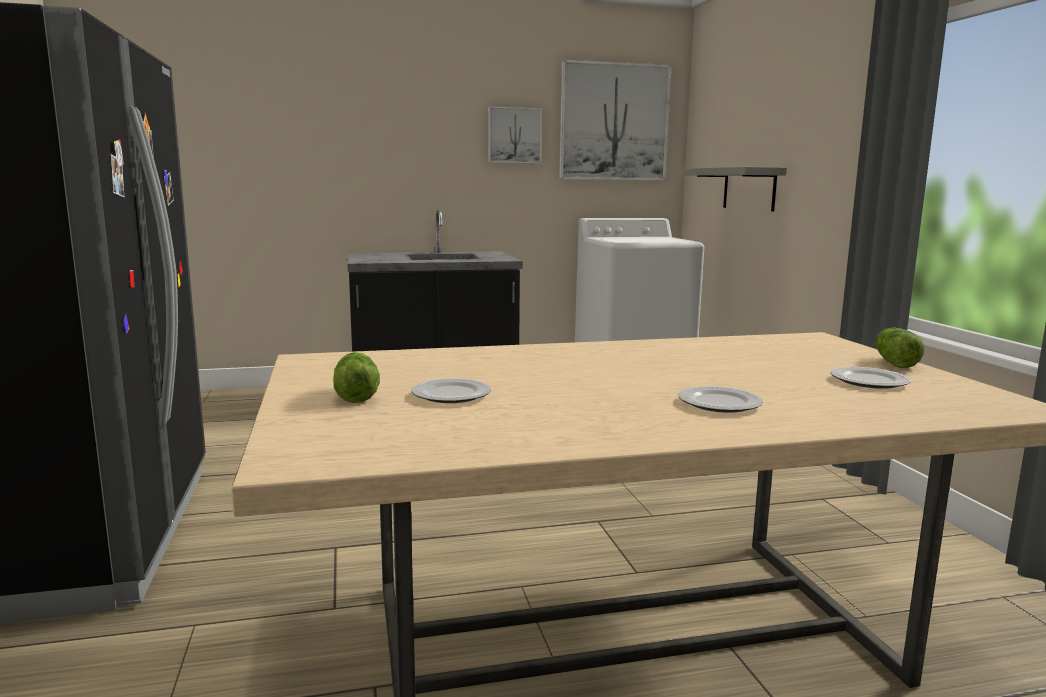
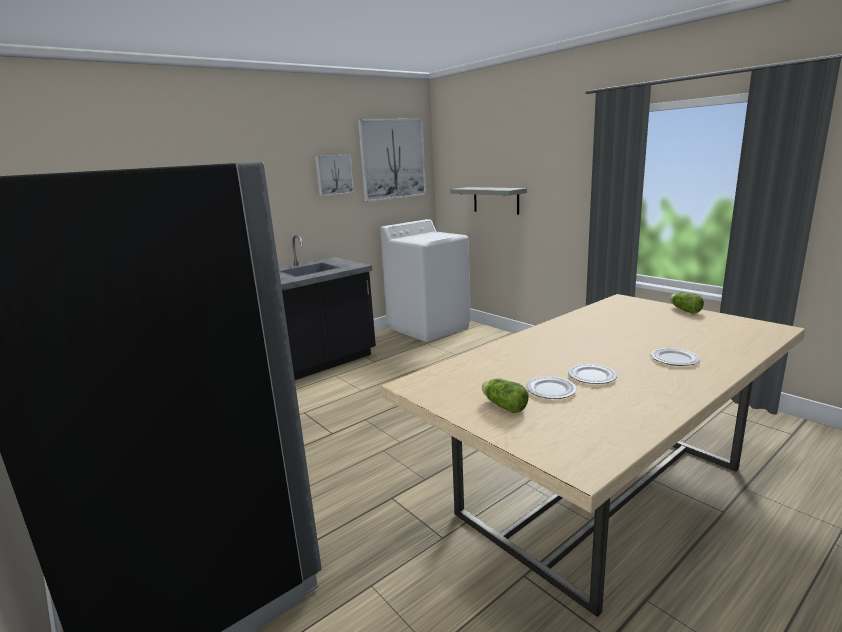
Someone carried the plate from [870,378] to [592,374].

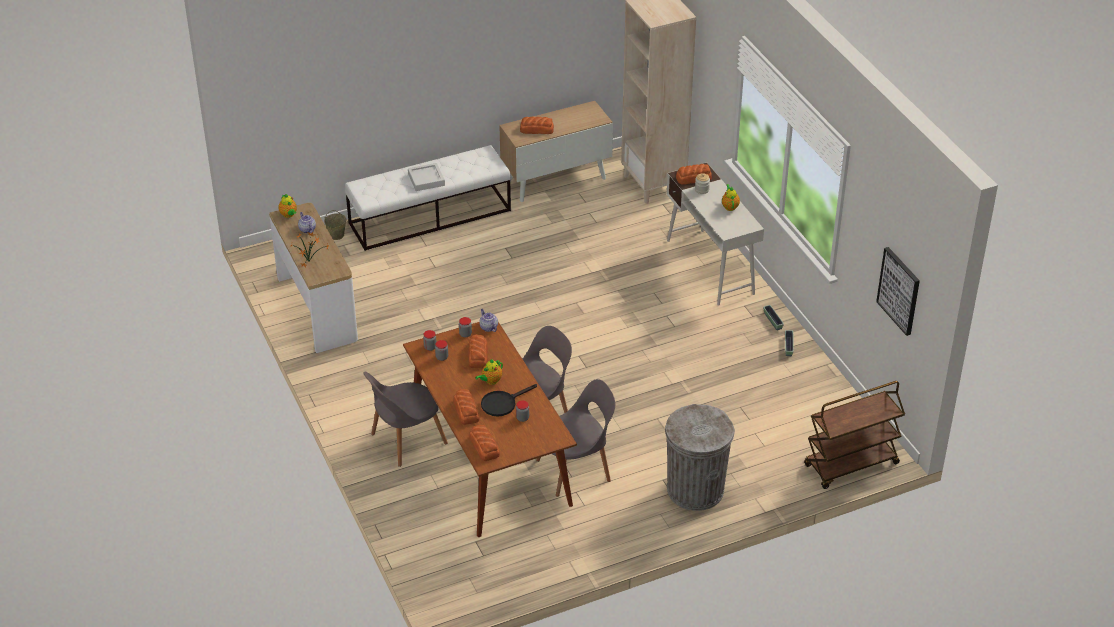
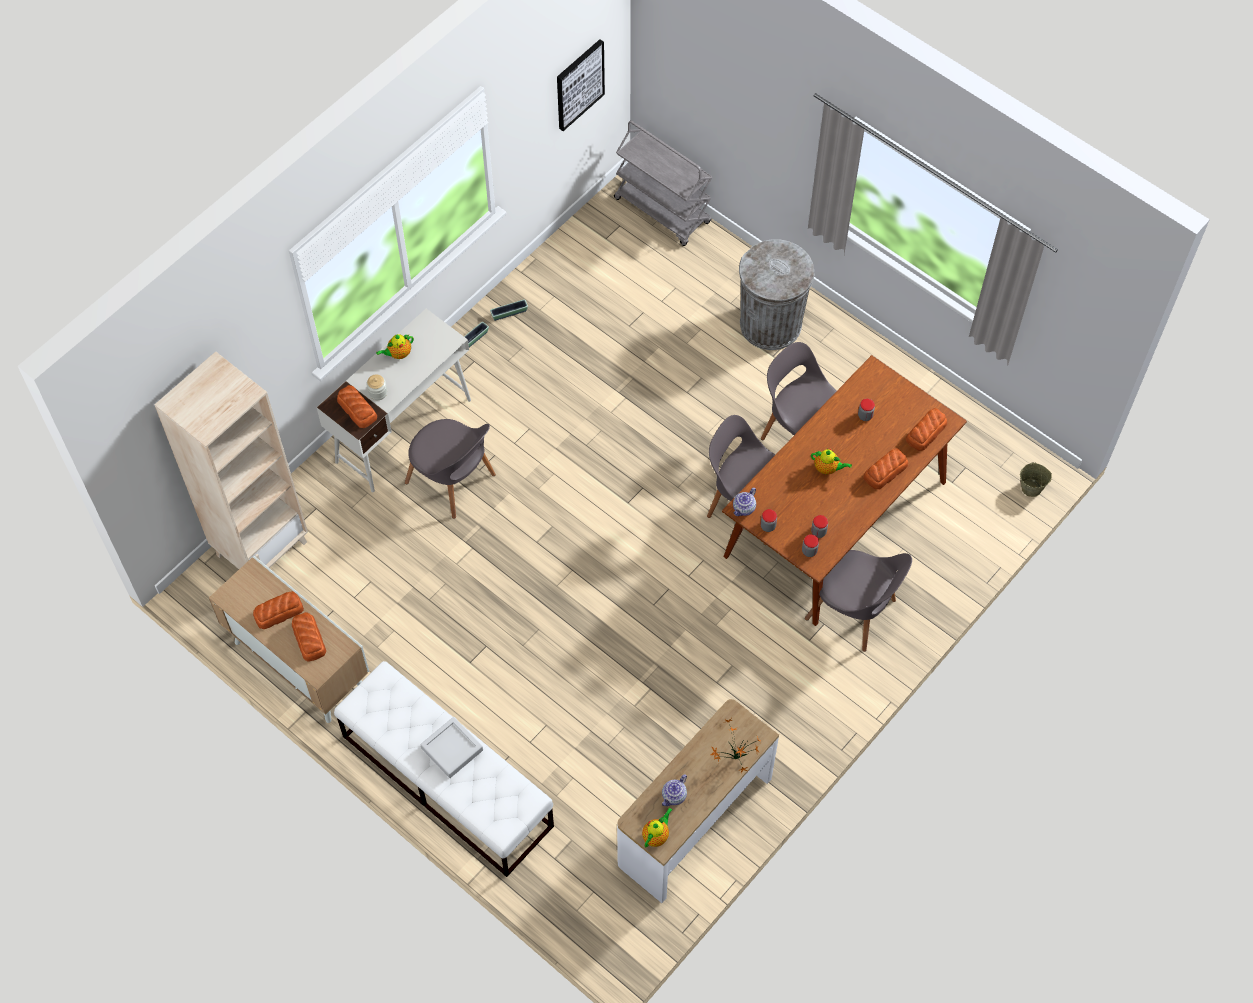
Someone carried the bread from [478,351] to [278,610].
Someone put down the grey chair at [450,469].
Someone repainted the brown cart at [854,435], which became the grey cart at [663,183].
Someone carried the beige bucket from [335,225] to [1036,479].
Someone took away the black frying pan at [509,400].

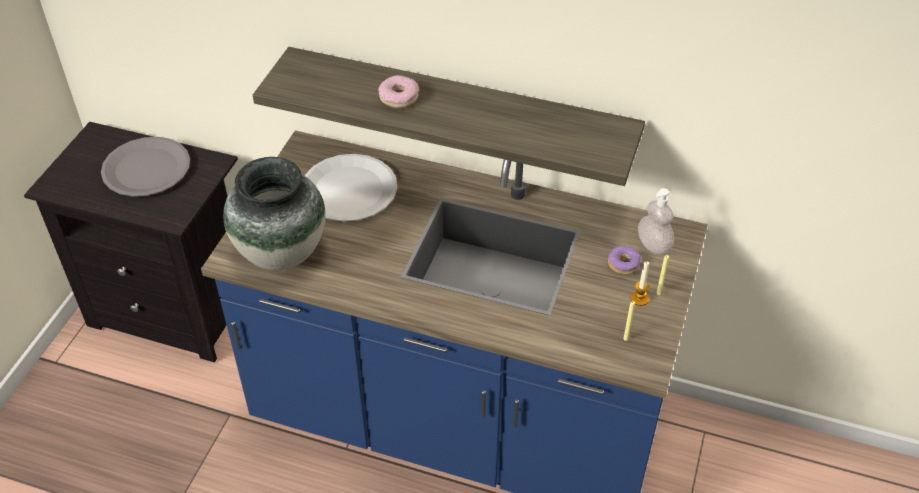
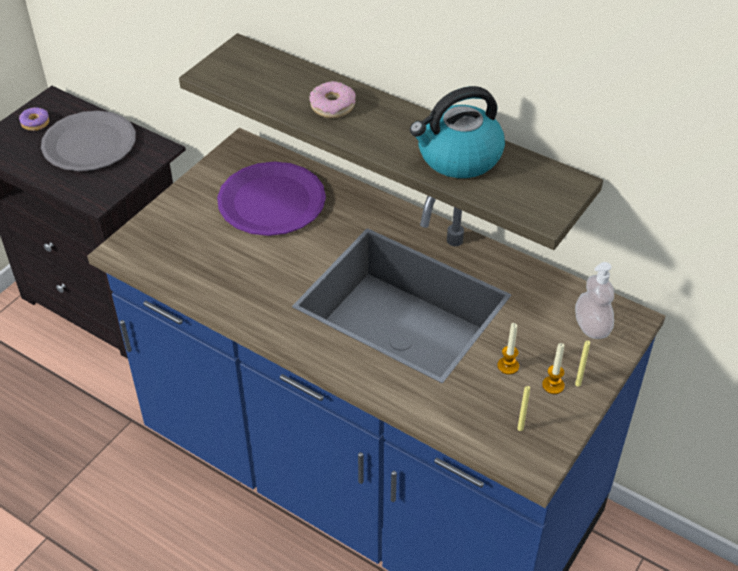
Someone carried the donut from [624,260] to [34,119].
Someone repainted the white plate at [351,188], which became the purple plate at [271,199].
Someone put down the kettle at [457,132].
Someone put down the candle at [508,349].
Someone took away the vase at [274,213].

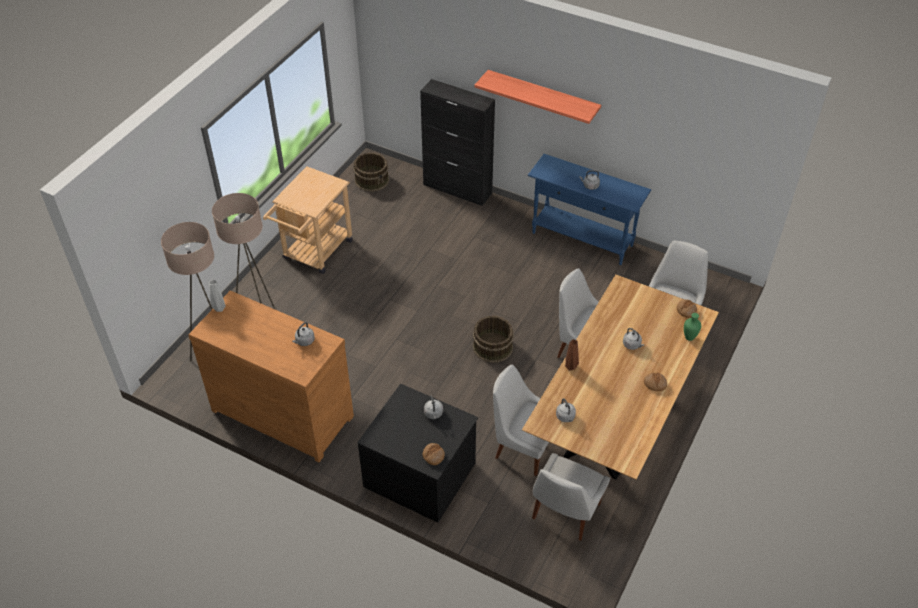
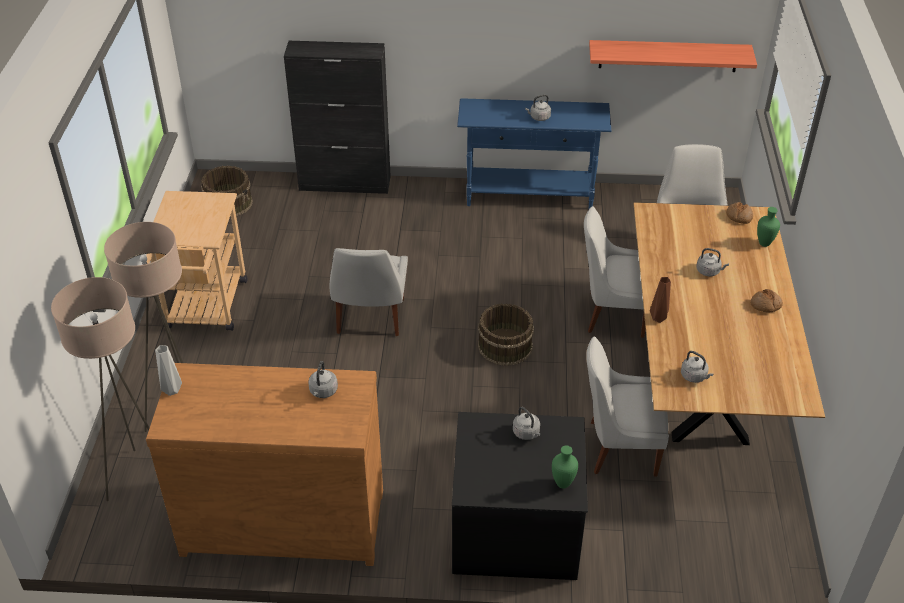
Someone carried the white chair from [571,497] to [369,292].
Someone swapped the bread at [434,454] for the green vase at [565,467].
Someone carried the shelf from [537,97] to [673,56].

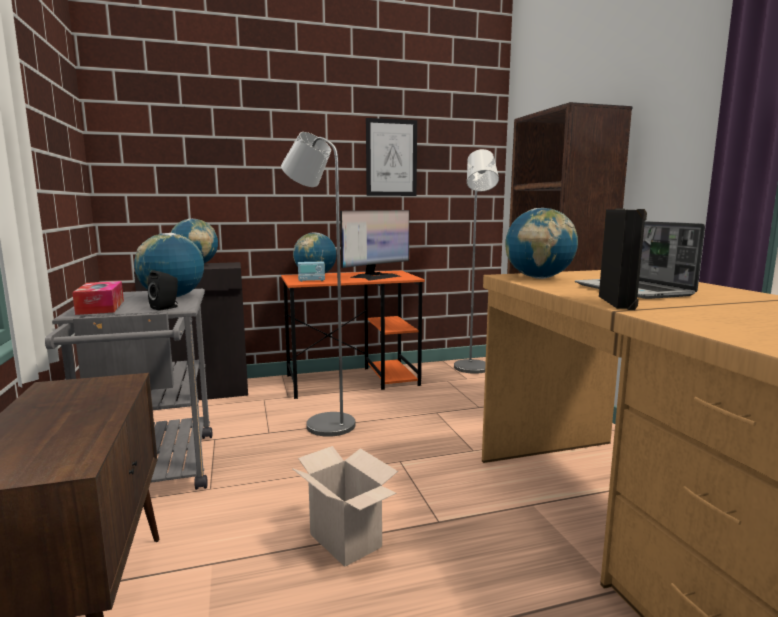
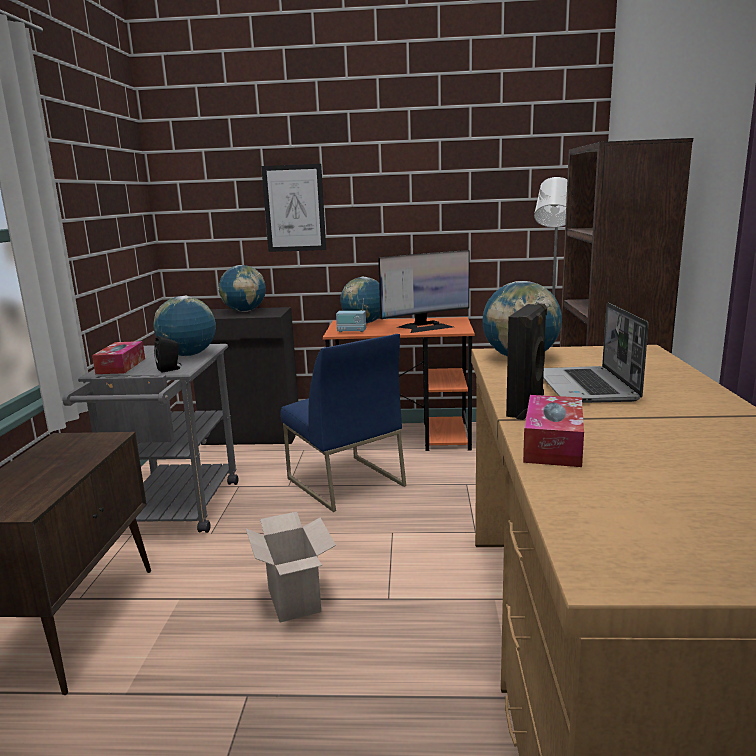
Someone carried the picture from [391,157] to [293,208].
Someone swapped the grey floor lamp at [318,284] for the blue chair at [343,423].
Someone put down the tissue box at [553,431].

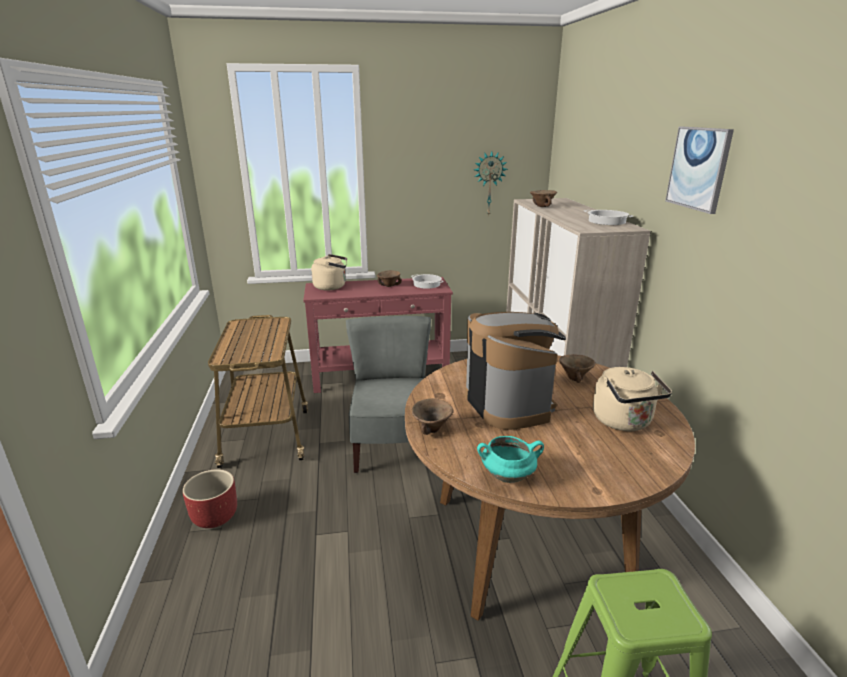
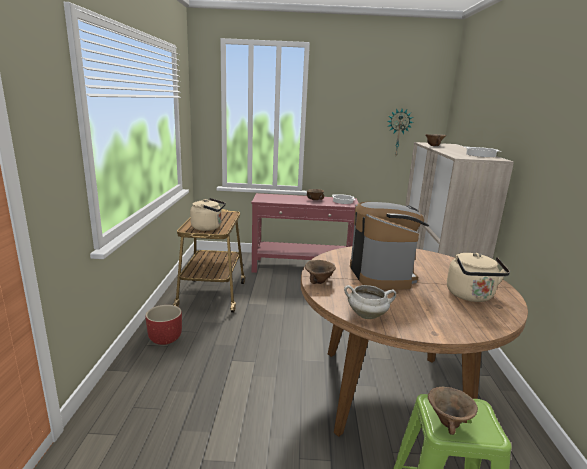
Someone carried the beige kettle from [329,272] to [208,214].
Someone repainted the turquoise cooking pot at [510,459], which became the white cooking pot at [370,302].
Someone carried the brown bowl from [577,368] to [453,410].
Someone took away the grey chair at [388,394].
Someone took away the picture at [699,170].

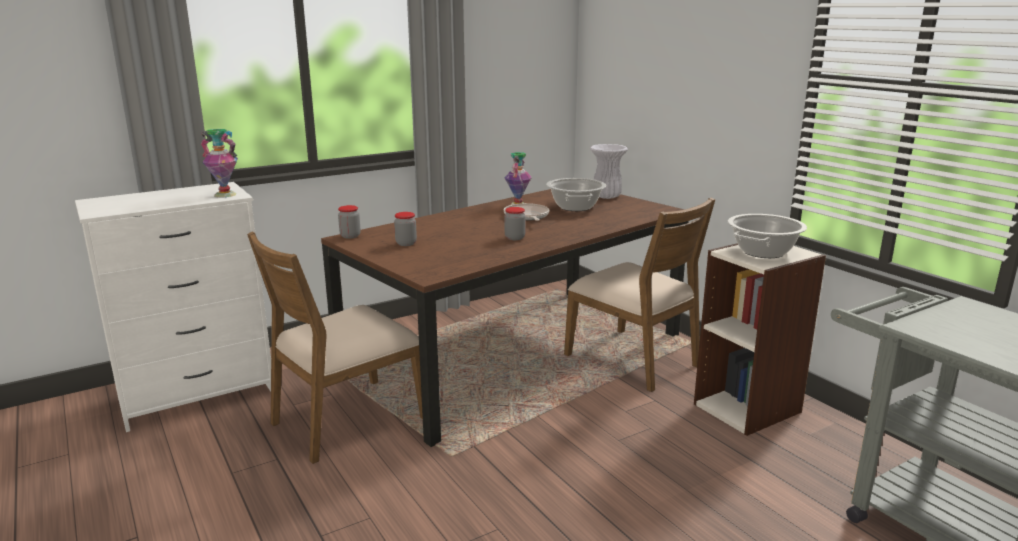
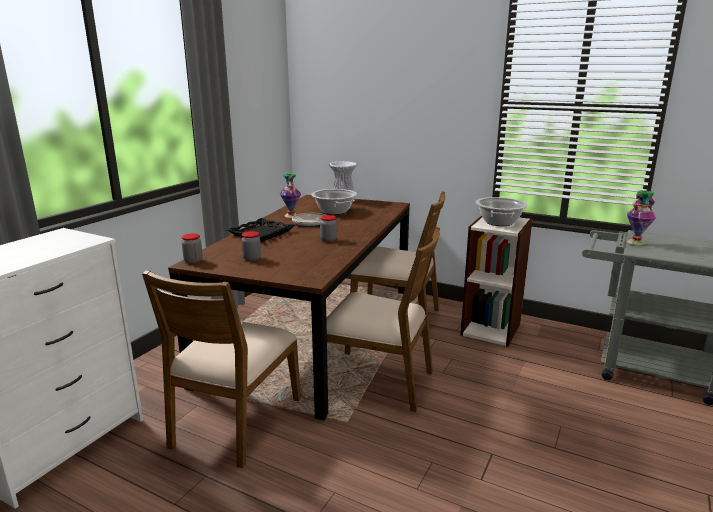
Someone put down the black tray at [261,230].
Someone put down the brown chair at [383,319].
Someone carried the vase from [219,163] to [641,217].

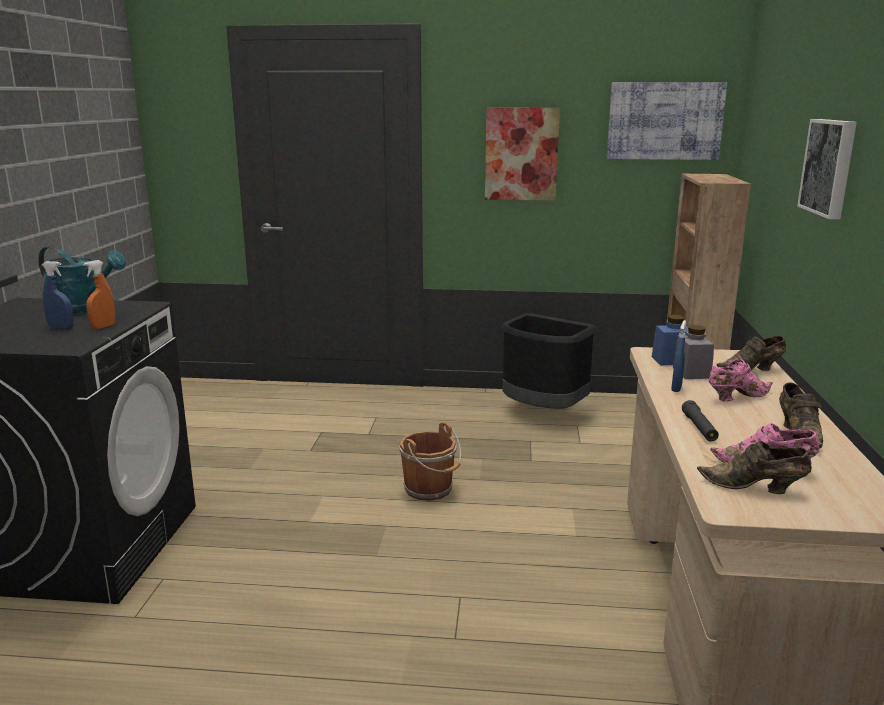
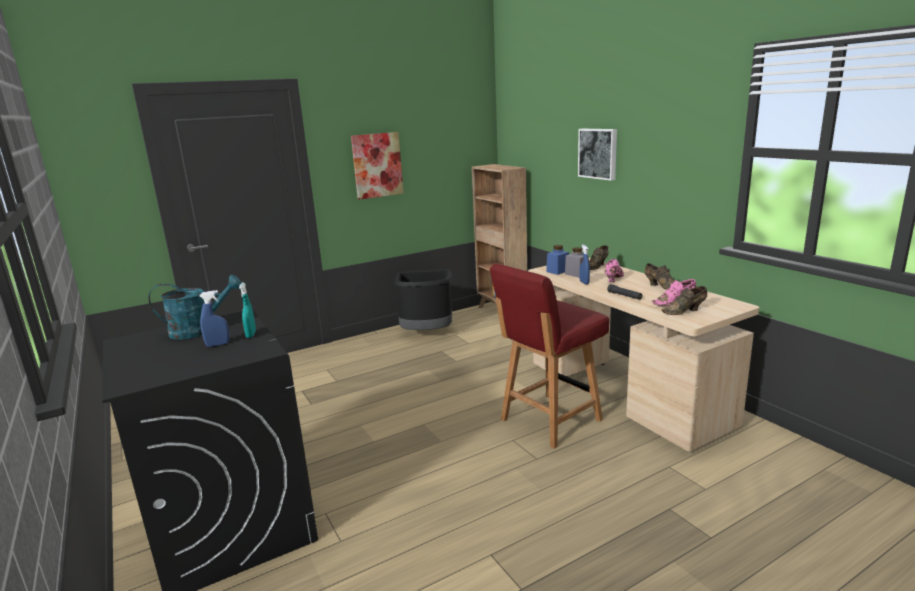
Someone repainted the orange spray bottle at [99,294], which became the turquoise spray bottle at [247,310].
Someone put down the red chair at [549,356].
Someone took away the brown bucket at [430,461].
Someone took away the picture at [667,121].

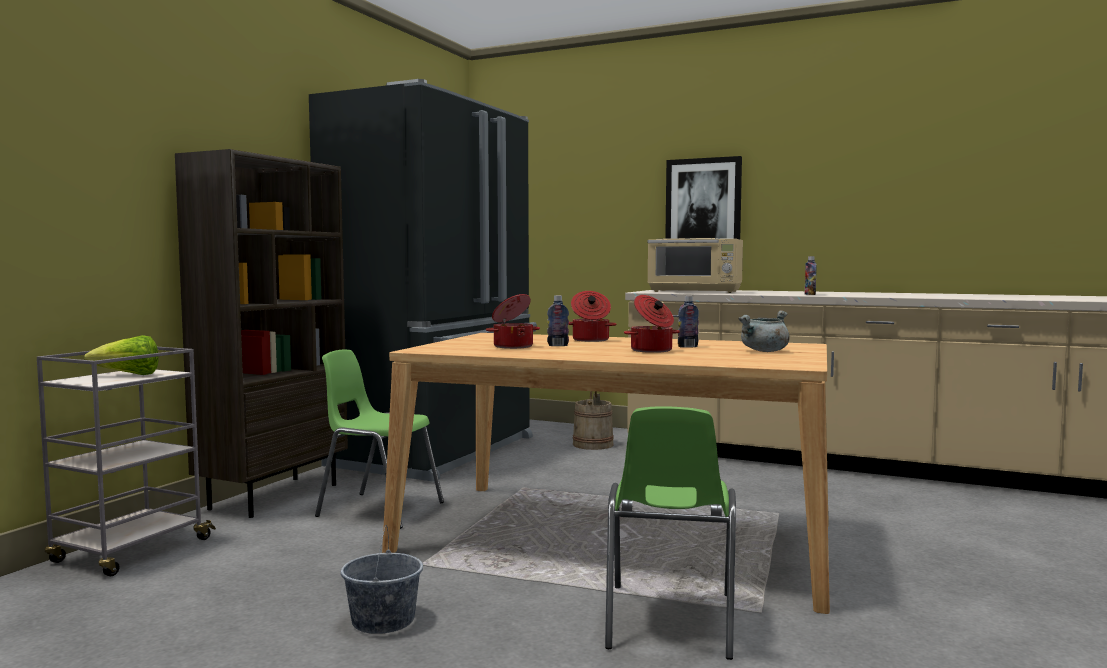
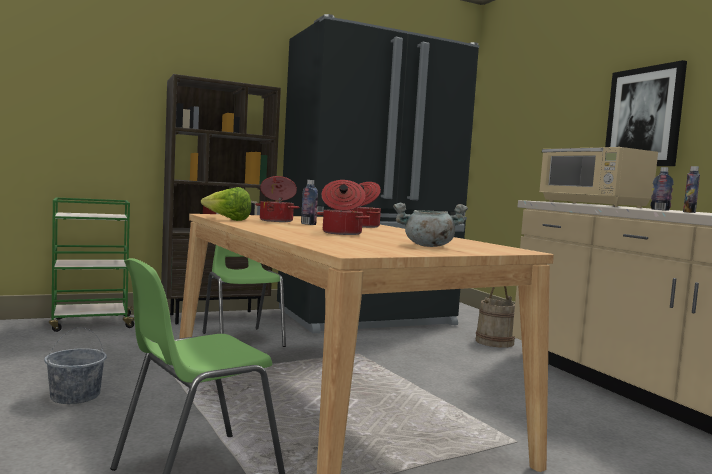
Someone repainted the grey cart at [126,461], which became the green cart at [91,265].
Someone carried the lettuce from [121,355] to [226,204].
Someone carried the bottle from [688,322] to [662,189].

